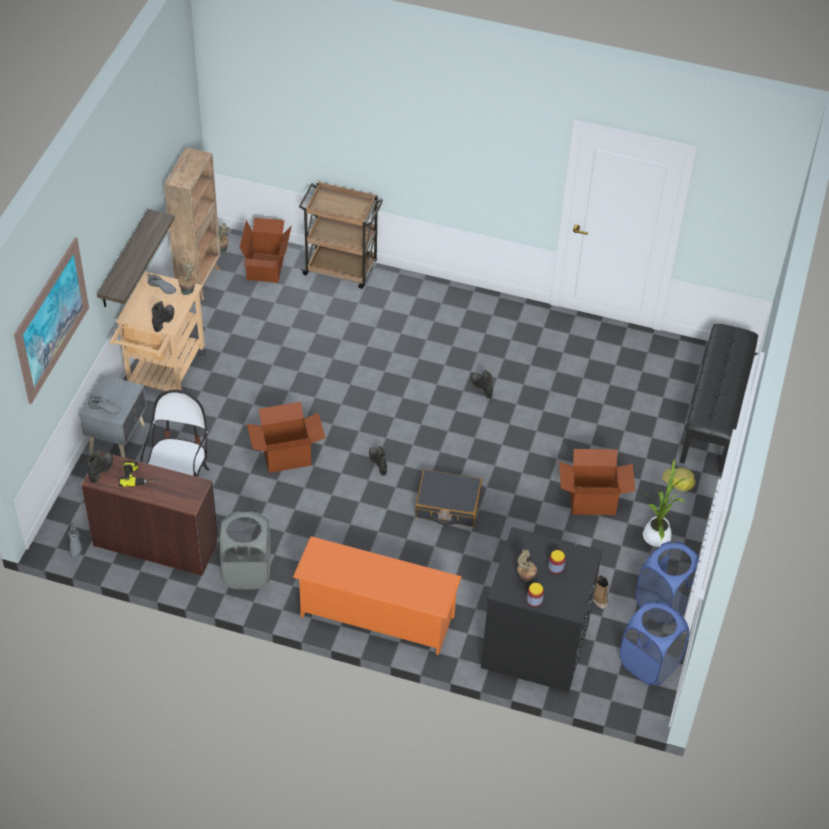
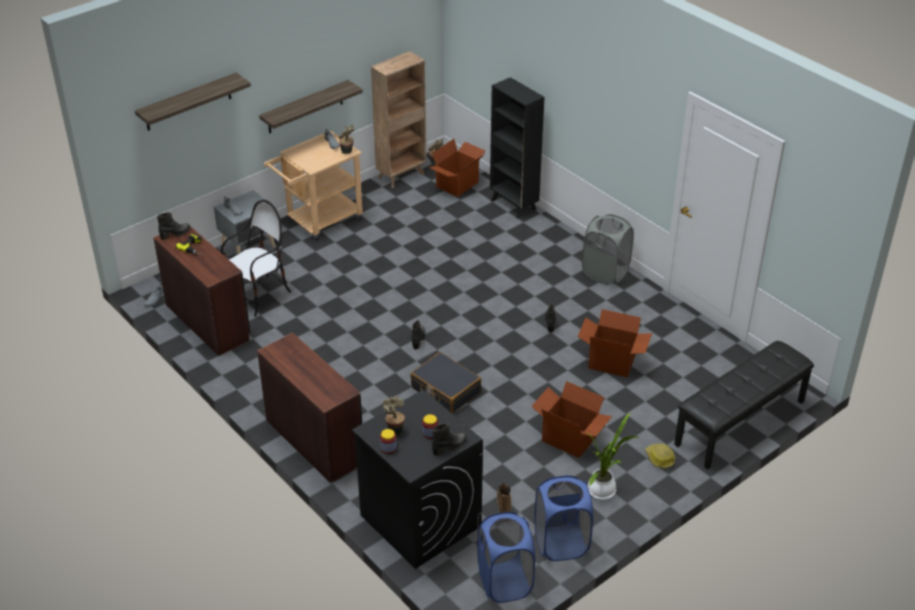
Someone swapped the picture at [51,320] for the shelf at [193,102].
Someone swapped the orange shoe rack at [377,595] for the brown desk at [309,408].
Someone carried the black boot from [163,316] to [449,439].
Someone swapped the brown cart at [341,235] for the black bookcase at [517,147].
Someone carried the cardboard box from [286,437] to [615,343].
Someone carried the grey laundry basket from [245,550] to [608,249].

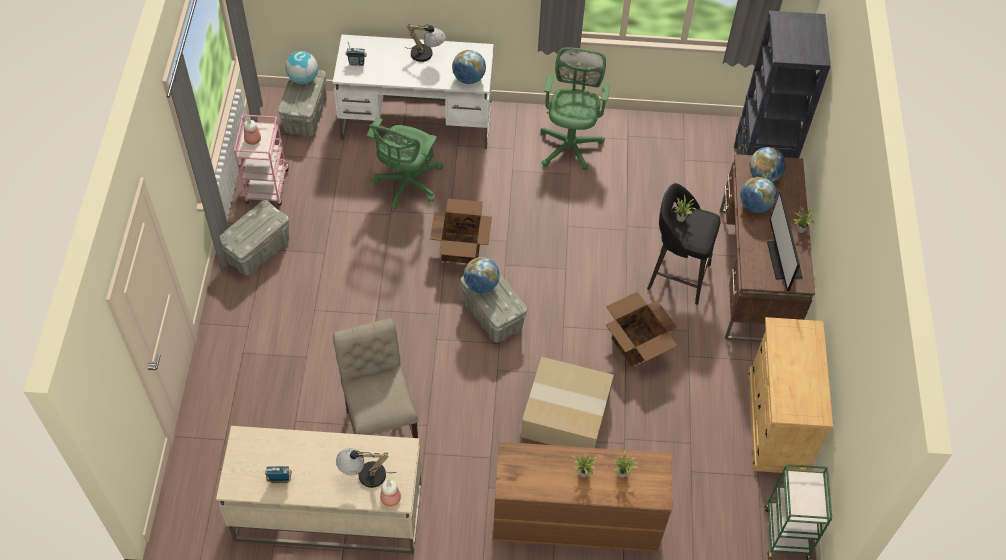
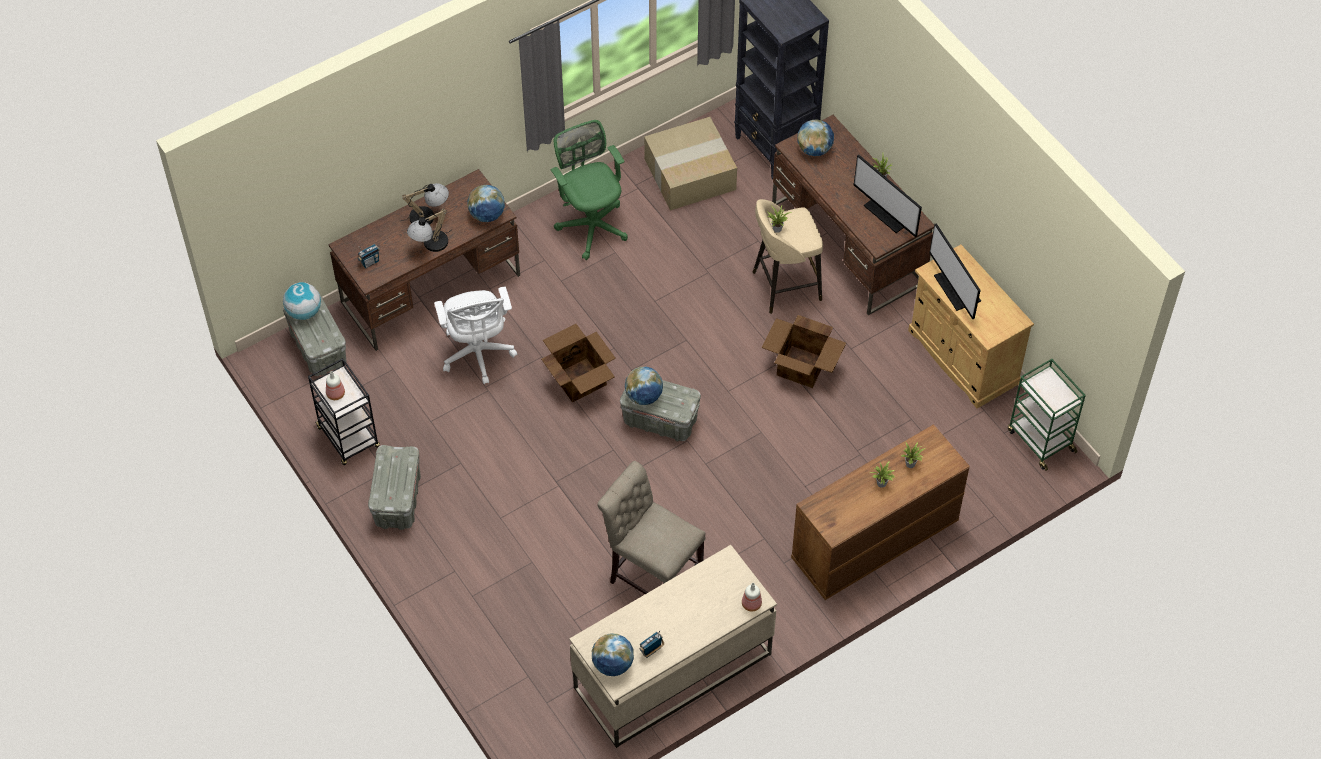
Someone repainted the pink cart at [261,160], which became the black cart at [344,411].
Someone repainted the white desk at [413,92], which became the brown desk at [424,260].
Someone carried the table lamp from [366,468] to [429,230].
Someone repainted the green office chair at [405,163], which became the white office chair at [475,335].
Someone carried the globe from [758,195] to [613,654].
Someone carried the cardboard box from [567,402] to [690,163].
Someone repainted the black stool at [684,244], which became the beige stool at [787,256].
Someone put down the monitor at [955,271].

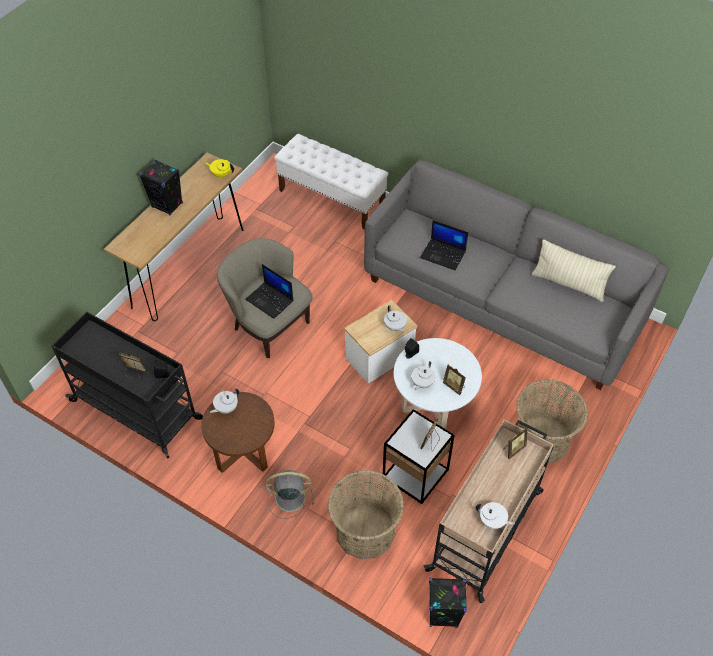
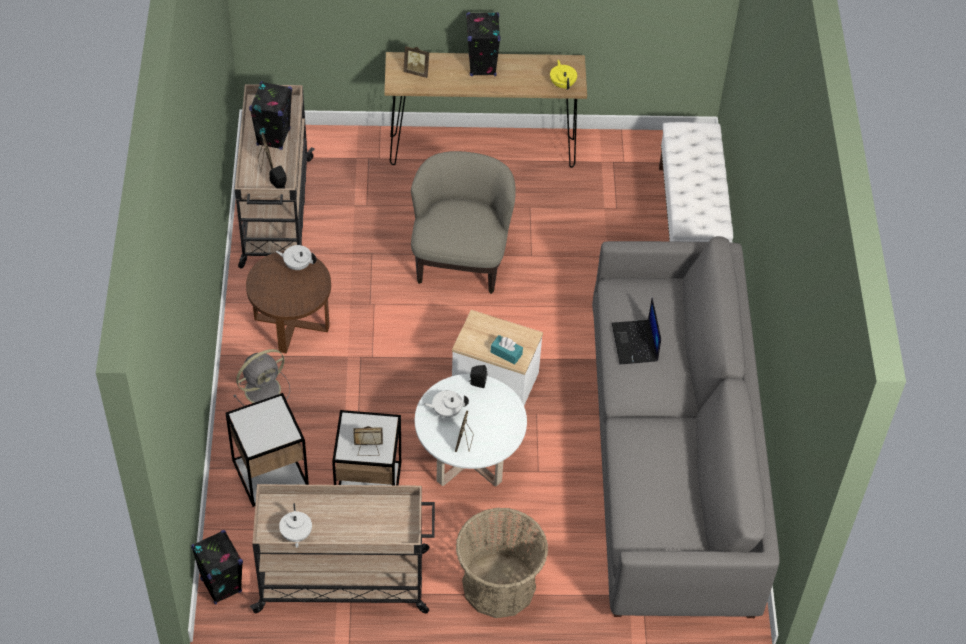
Someone swapped the basket at [366,514] for the side table at [267,450].
Someone rotated the grey fan at [289,494] by 90 degrees clockwise.
Someone repainted the black cart at [127,385], which became the beige cart at [275,176].
Someone put down the black speaker at [270,115].
Someone carried the picture frame from [515,443] to [416,62].
Someone swapped the white teapot at [395,319] for the turquoise tissue box at [507,350].
Someone took away the laptop at [269,291].
Someone took away the beige pillow at [574,270].

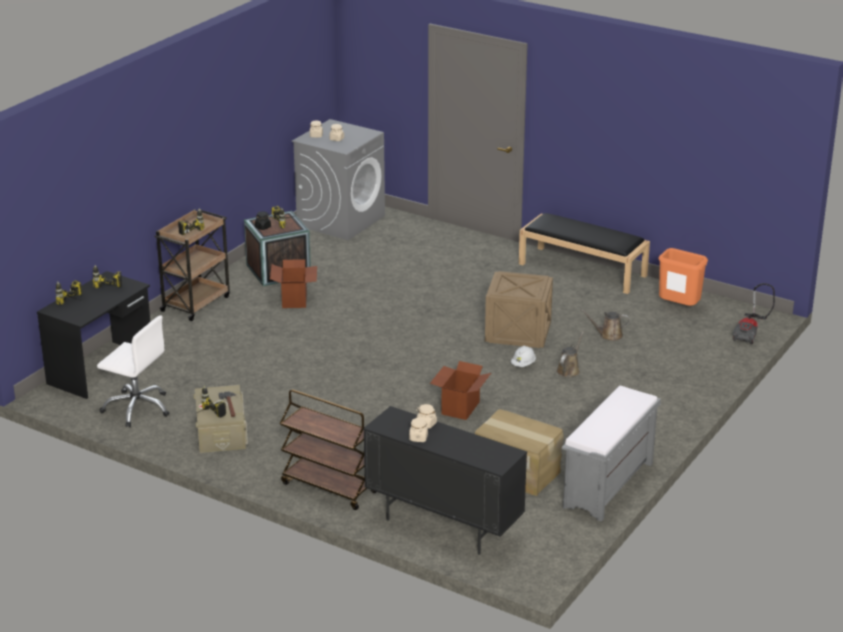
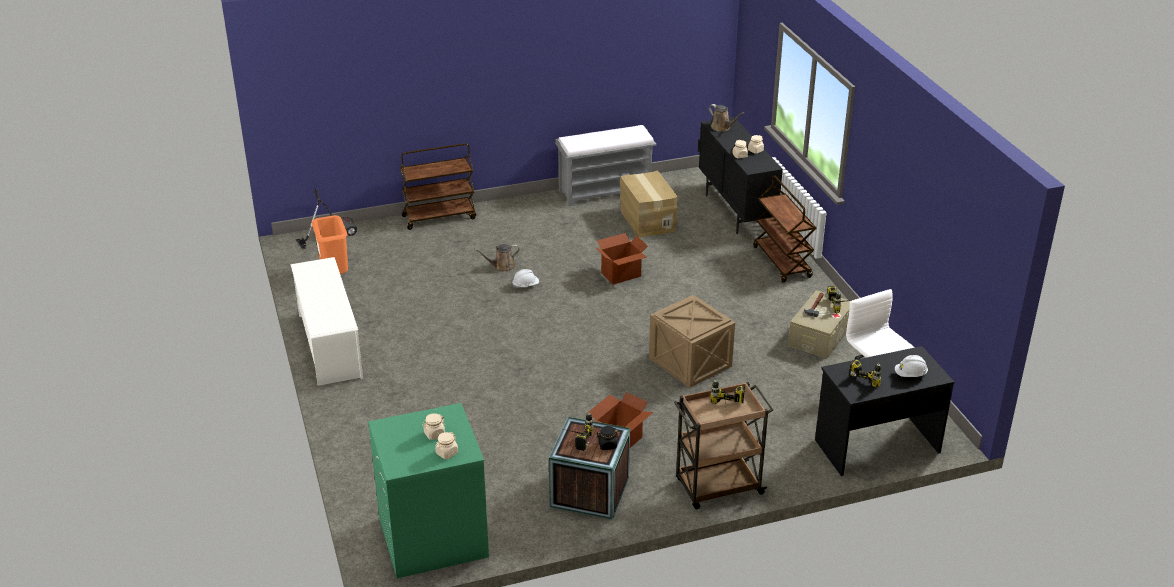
Someone swapped the black bench at [584,253] for the white shoe rack at [327,321].
Someone repainted the grey washing machine at [338,179], which became the green washing machine at [428,490].
Someone put down the brown cart at [438,186].
Someone carried the crate from [519,309] to [692,341].
Someone carried the brown watering can from [605,325] to [726,118].
Someone swapped the power drill at [69,292] for the white hard hat at [911,366].

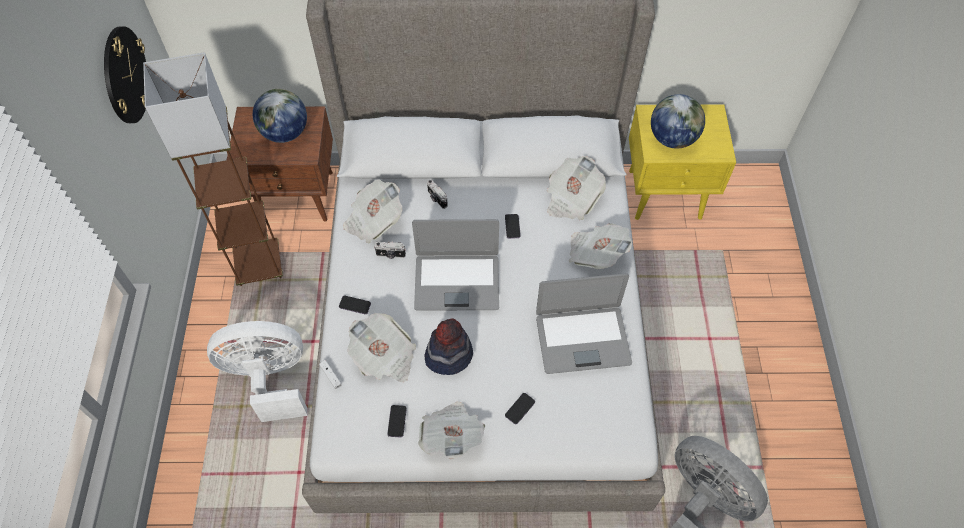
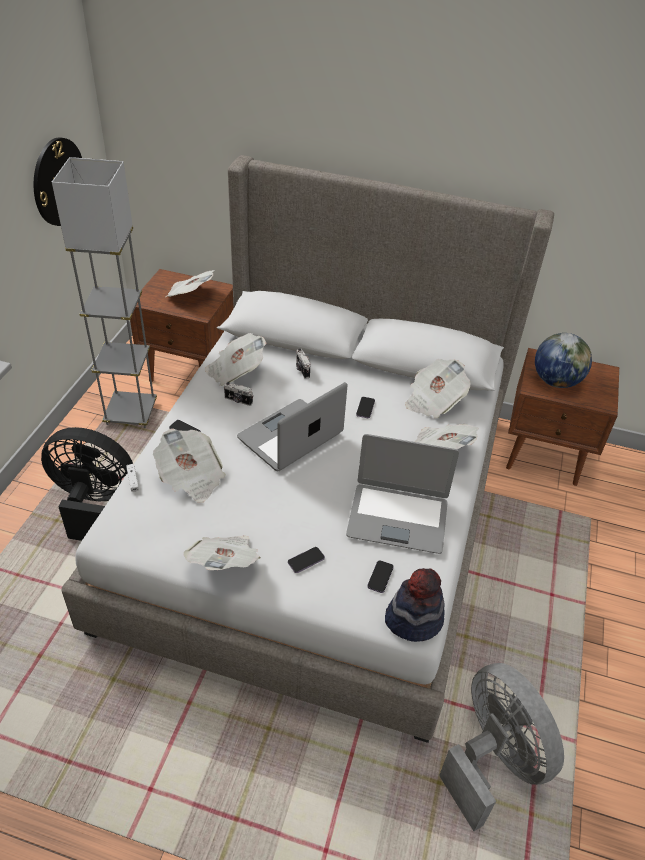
Someone repainted the white fan at [257,371], which became the black fan at [87,484].
Someone repainted the brown floor lamp at [213,169], which became the grey floor lamp at [104,292].
Someone swapped the globe at [280,116] for the newspaper at [190,283].
Someone rotated the laptop at [455,265] by 120 degrees clockwise.
Someone carried the phone from [397,421] to [380,576].
Someone carried the hat from [448,346] to [415,605].
Someone repainted the yellow nightstand at [682,162], which became the brown nightstand at [562,417].

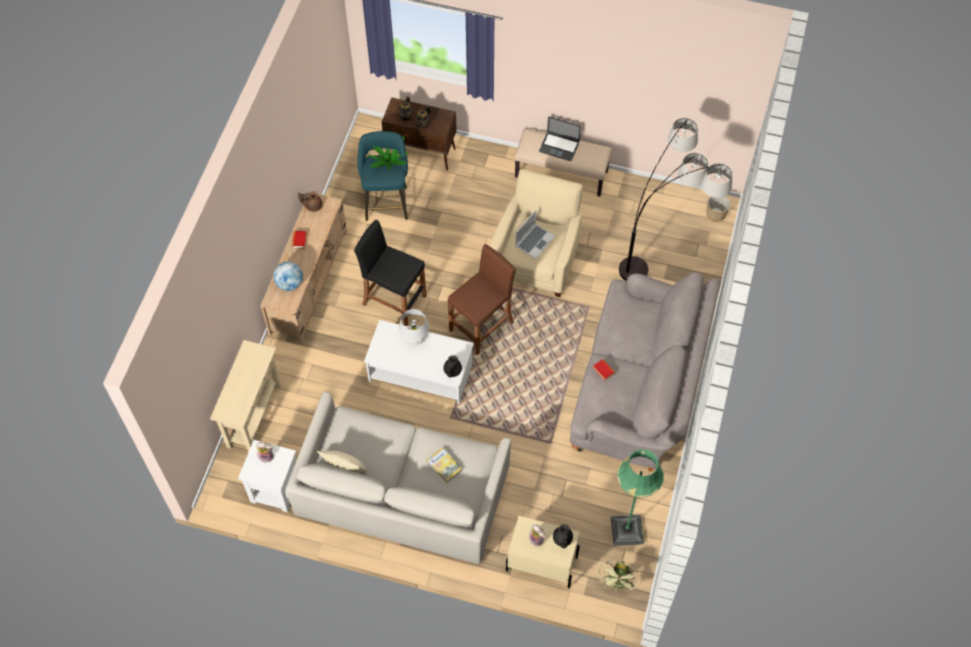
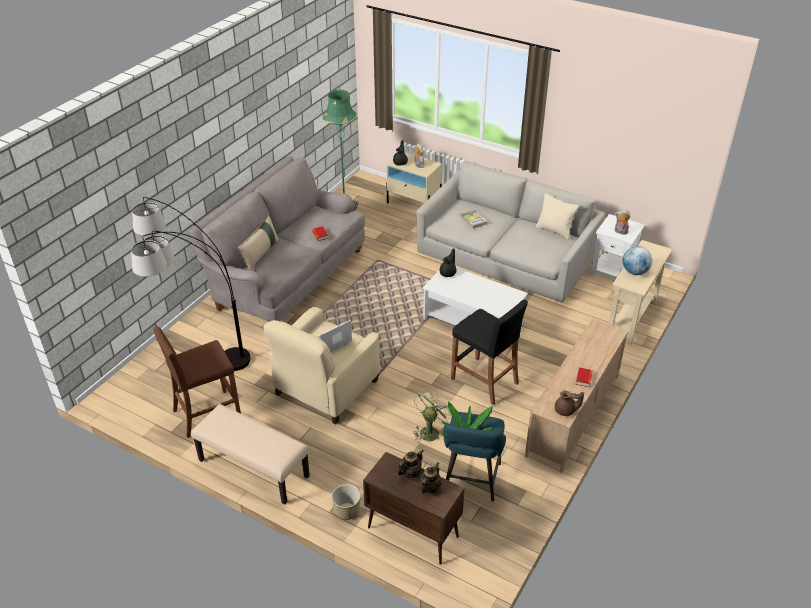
Someone carried the brown stool from [482,299] to [197,382].
Someone put down the beige pillow at [258,243].
Someone carried the planter from [718,208] to [346,502].
Someone carried the green fan from [619,577] to [432,415].
Someone carried the globe from [288,276] to [637,260].
Someone took away the white table lamp at [414,327].
Someone took away the laptop at [560,139].

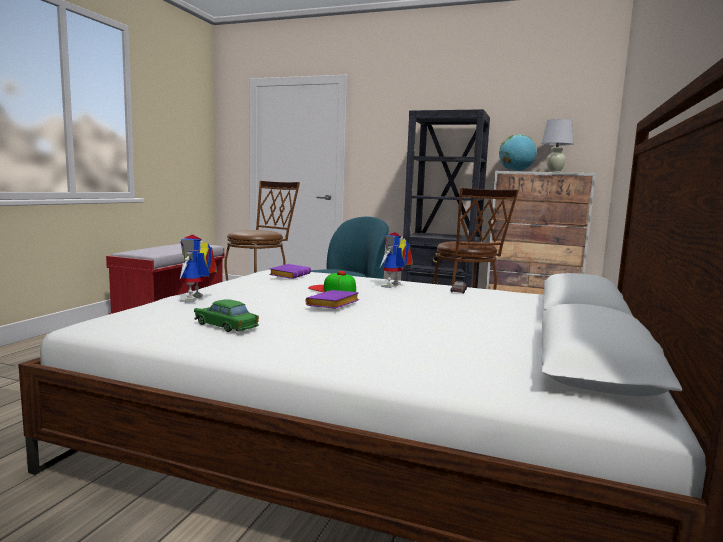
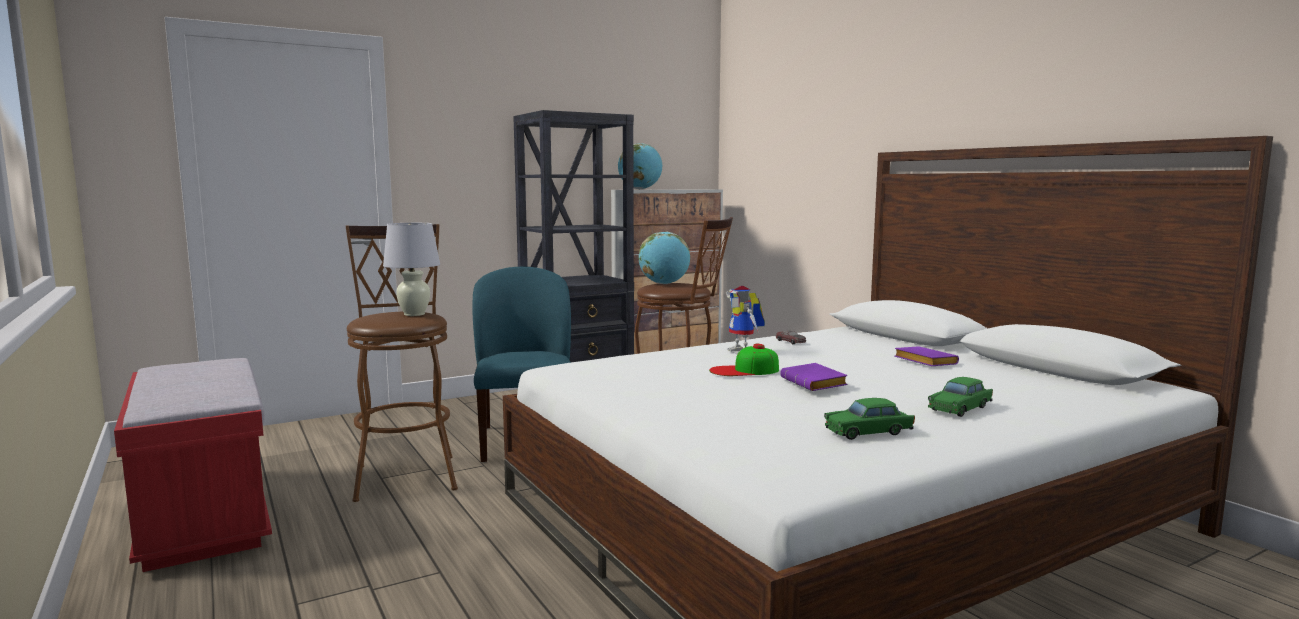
Someone carried the white table lamp from [558,145] to [411,269].
Someone put down the globe at [664,258].
Someone carried the purple book from [290,271] to [926,356].
Someone put down the green toy car at [960,397].
Someone took away the toy robot at [198,268].

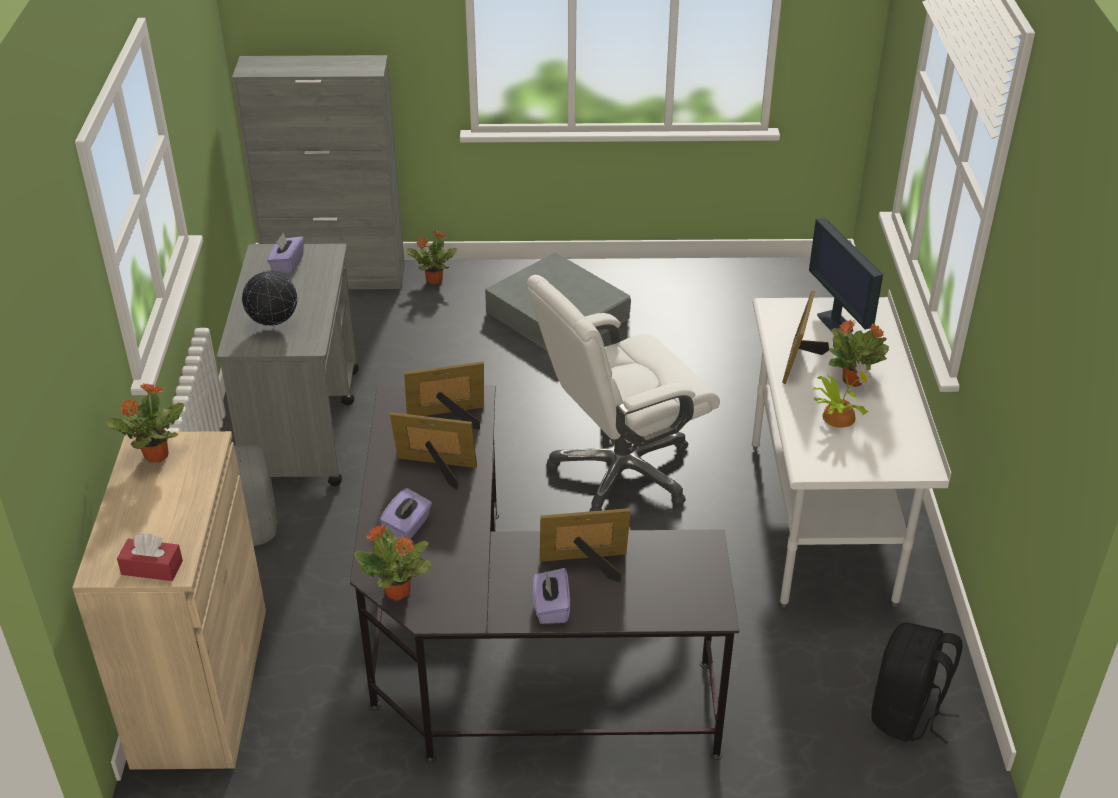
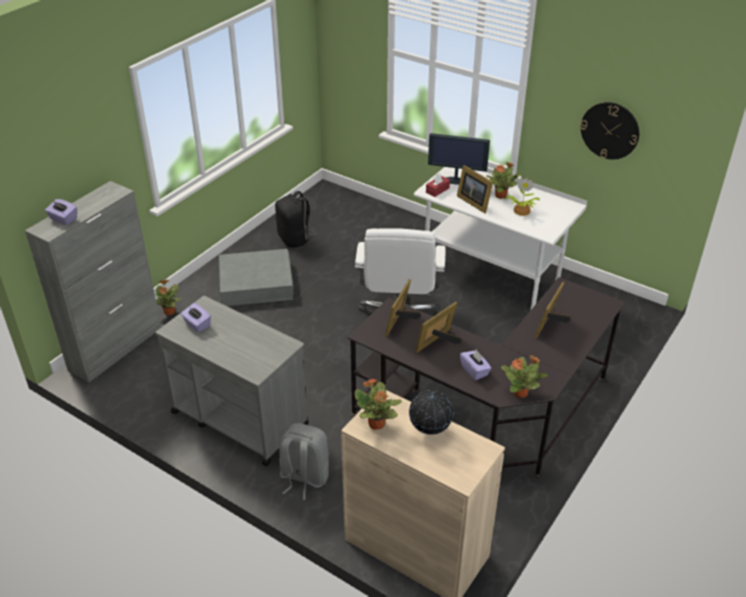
Someone carried the purple tissue box from [551,596] to [61,212].
Someone carried the black backpack from [917,683] to [295,219].
Someone carried the globe from [269,298] to [431,412].
Someone carried the red tissue box from [150,557] to [438,185].
Someone put up the wall clock at [609,131].

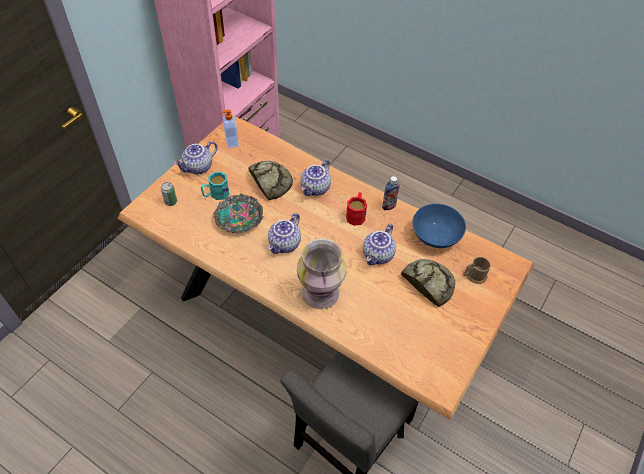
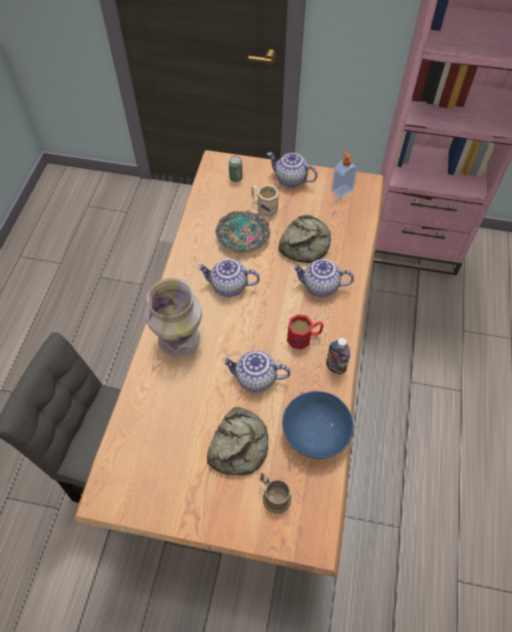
Someone repainted the turquoise mug at [215,186], which became the beige mug at [265,200].

